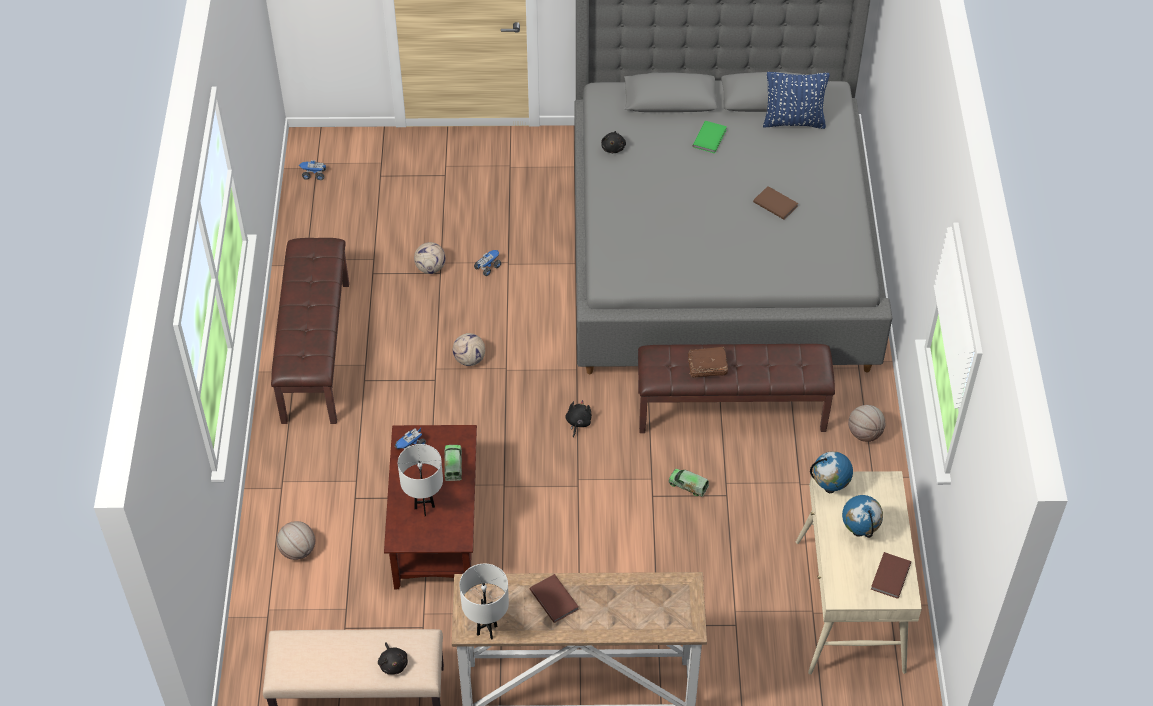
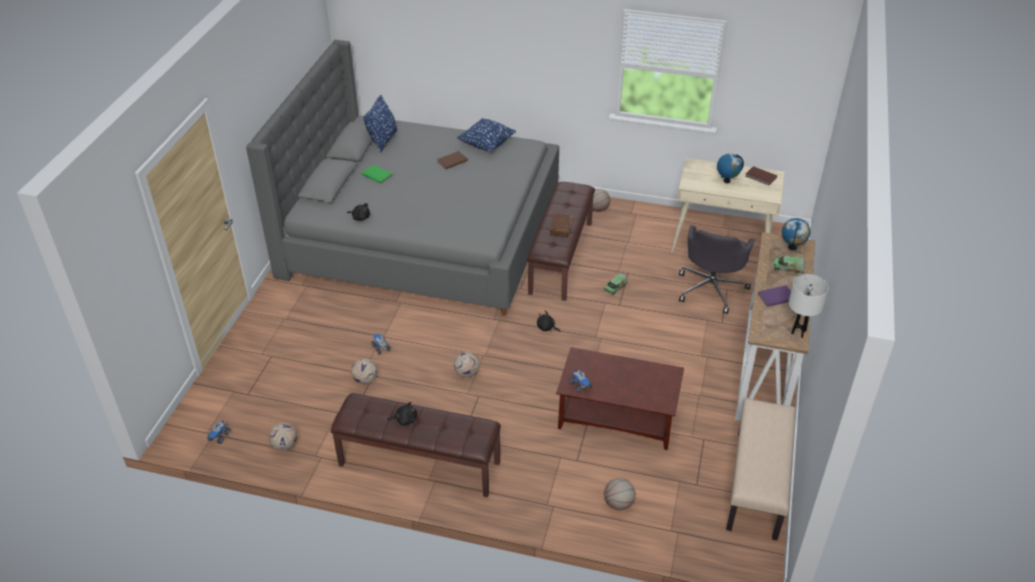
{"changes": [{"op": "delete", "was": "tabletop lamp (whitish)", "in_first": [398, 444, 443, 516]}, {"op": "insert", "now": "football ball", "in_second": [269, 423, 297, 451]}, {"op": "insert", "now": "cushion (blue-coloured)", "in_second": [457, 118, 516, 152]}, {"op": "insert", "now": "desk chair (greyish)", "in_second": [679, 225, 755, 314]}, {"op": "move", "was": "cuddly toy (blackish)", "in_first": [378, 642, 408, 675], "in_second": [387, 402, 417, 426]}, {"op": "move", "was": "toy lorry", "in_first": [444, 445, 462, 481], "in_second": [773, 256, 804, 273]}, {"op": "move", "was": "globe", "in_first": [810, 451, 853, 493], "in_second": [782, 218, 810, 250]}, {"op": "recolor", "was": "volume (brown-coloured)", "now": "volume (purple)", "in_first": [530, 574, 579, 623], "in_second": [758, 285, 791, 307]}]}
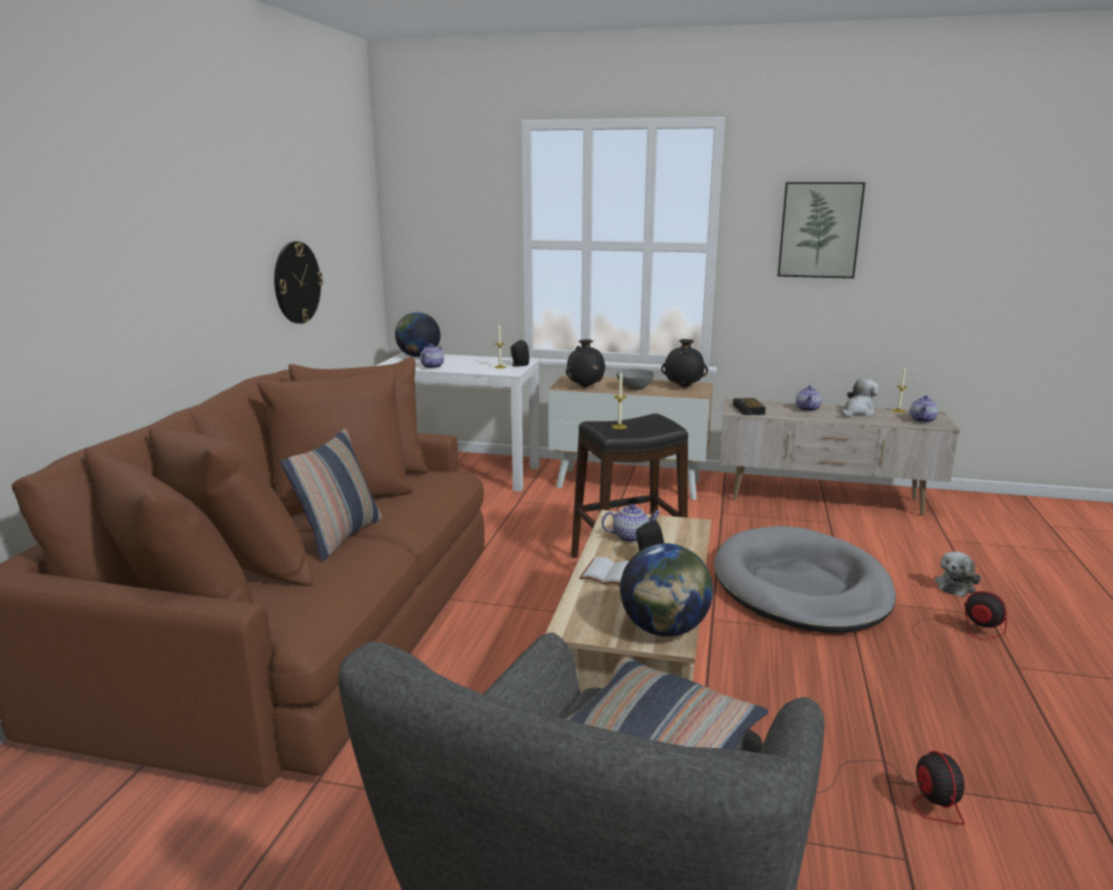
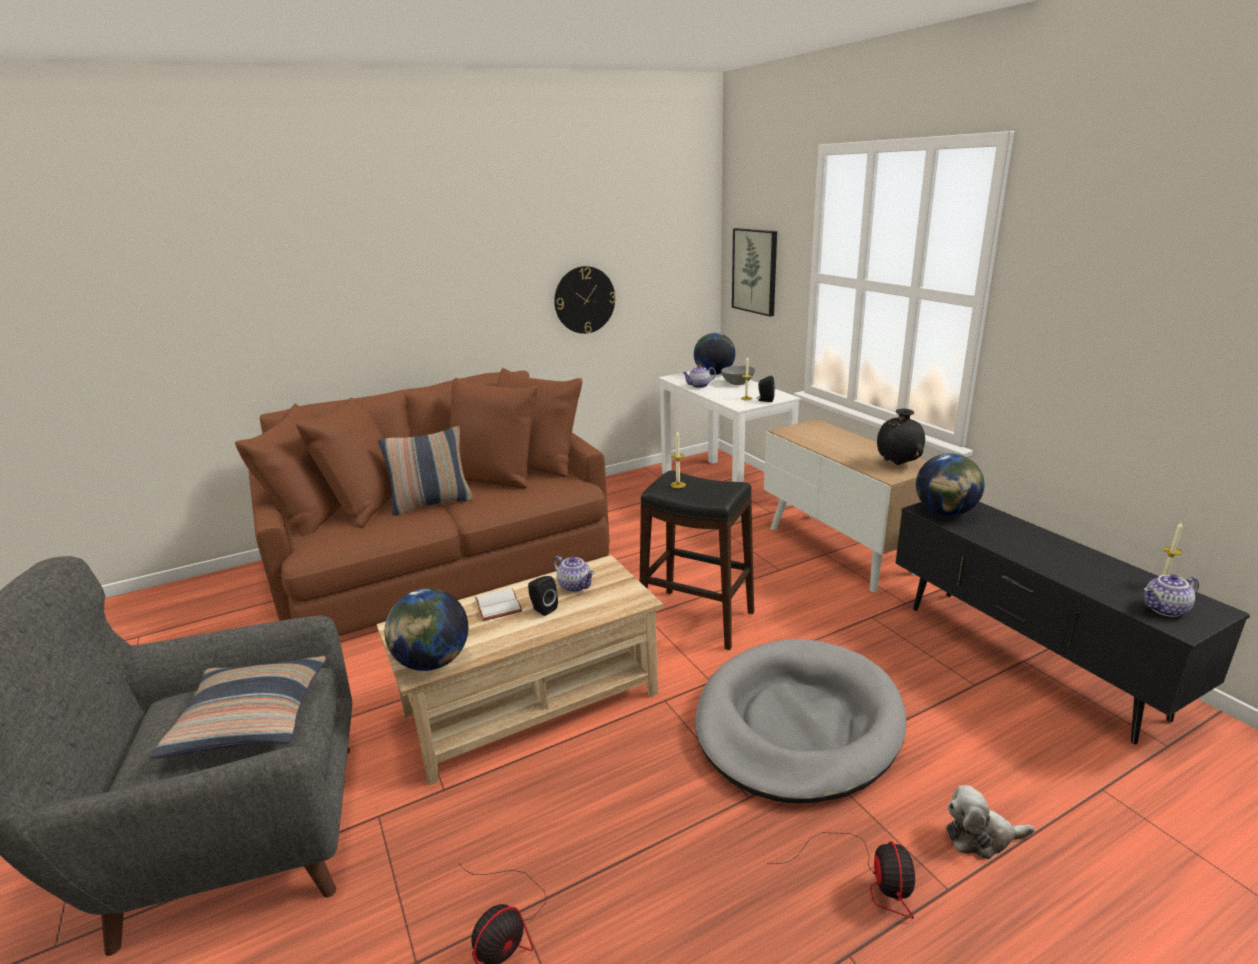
{"changes": [{"op": "delete", "was": "decorative vase (blackish)", "in_first": [566, 339, 606, 388]}, {"op": "delete", "was": "pot for tea", "in_first": [796, 386, 822, 412]}, {"op": "delete", "was": "cuddly toy", "in_first": [842, 379, 879, 417]}, {"op": "move", "was": "serving bowl (greyish)", "in_first": [616, 369, 654, 390], "in_second": [721, 366, 755, 385]}, {"op": "move", "was": "wall picture", "in_first": [778, 182, 865, 278], "in_second": [732, 228, 777, 316]}, {"op": "replace", "was": "table clock", "now": "globe", "in_first": [733, 398, 766, 415], "in_second": [916, 453, 984, 516]}, {"op": "recolor", "was": "tv stand (beige)", "now": "tv stand (blackish)", "in_first": [720, 399, 960, 516], "in_second": [895, 502, 1250, 744]}]}
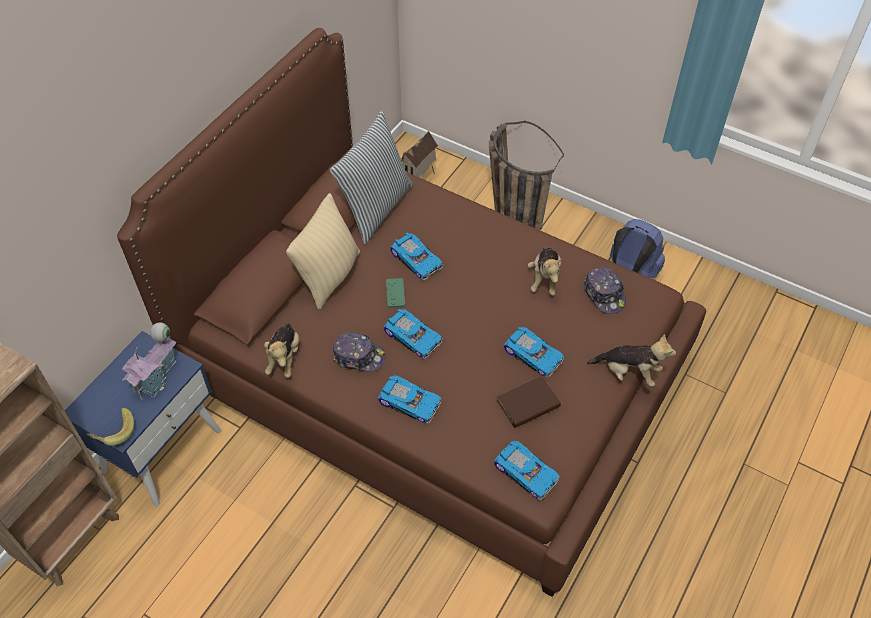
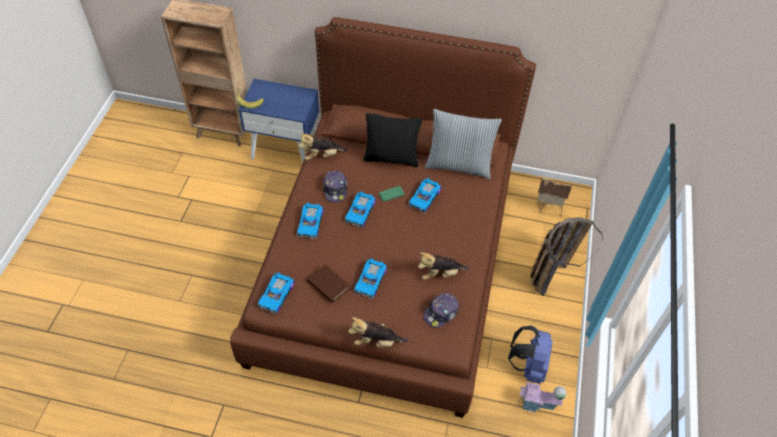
{"changes": [{"op": "move", "was": "miniature house", "in_first": [122, 322, 177, 400], "in_second": [518, 383, 566, 412]}, {"op": "recolor", "was": "cushion (beige)", "now": "cushion (blackish)", "in_first": [286, 193, 360, 310], "in_second": [363, 113, 422, 167]}, {"op": "rotate", "was": "cuddly toy", "in_first": [587, 334, 676, 387], "in_second": [348, 317, 408, 347], "clockwise": 90}]}
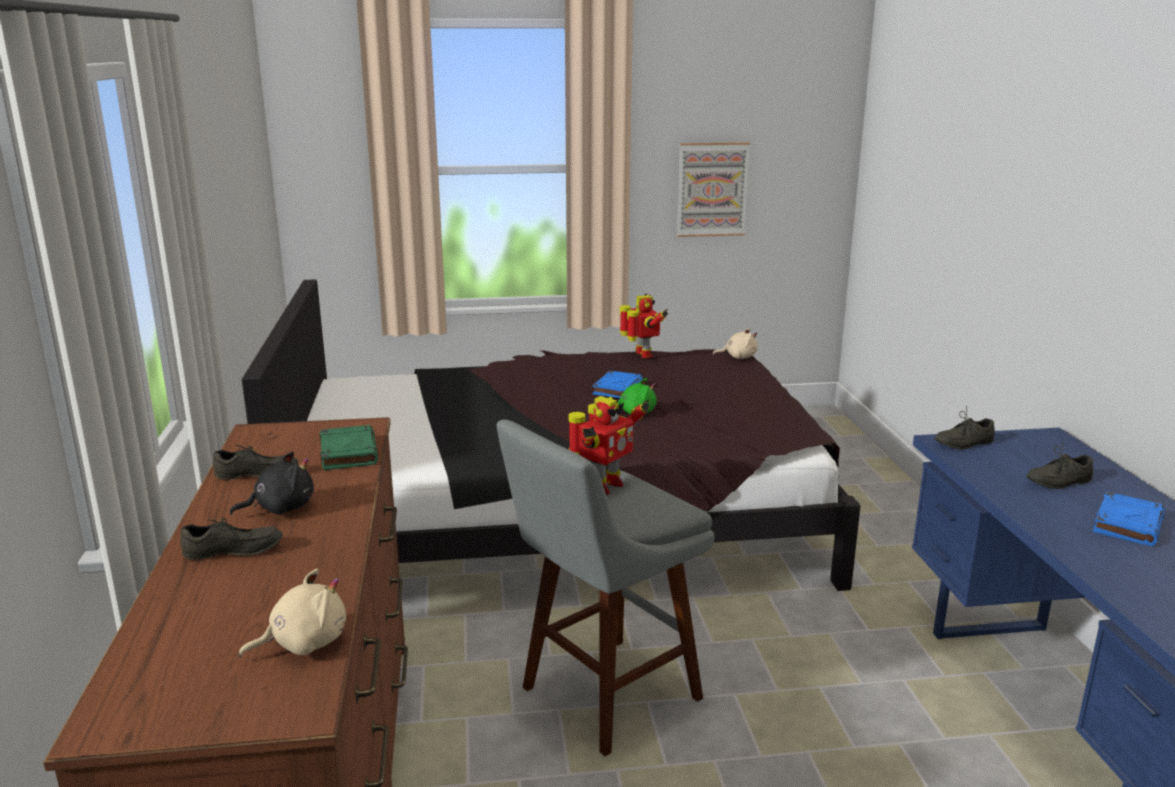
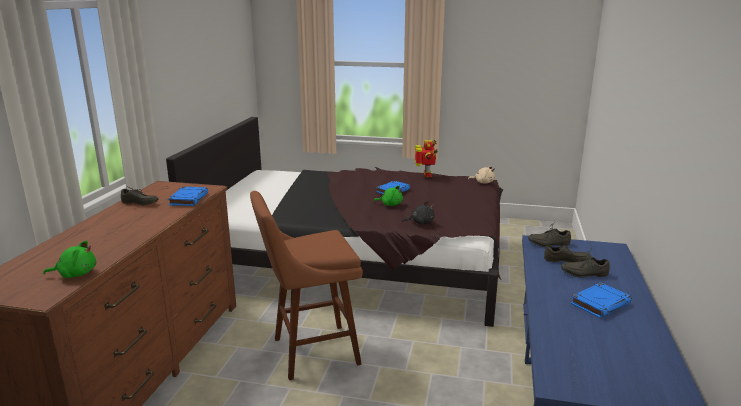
{"changes": [{"op": "delete", "was": "toy robot", "in_first": [568, 396, 650, 495]}, {"op": "delete", "was": "wall picture", "in_first": [677, 142, 750, 237]}, {"op": "move", "was": "shoe (greyish)", "in_first": [180, 518, 282, 560], "in_second": [544, 244, 591, 262]}, {"op": "move", "was": "cuddly toy (blackish)", "in_first": [230, 451, 314, 515], "in_second": [402, 201, 434, 225]}, {"op": "recolor", "was": "cuddly toy (beige)", "now": "cuddly toy (green-coloured)", "in_first": [239, 569, 346, 657], "in_second": [43, 240, 97, 278]}, {"op": "recolor", "was": "volume (green-coloured)", "now": "volume (blue-coloured)", "in_first": [320, 425, 378, 470], "in_second": [168, 187, 208, 206]}, {"op": "recolor", "was": "sitting stool (greyish)", "now": "sitting stool (brown-coloured)", "in_first": [497, 420, 715, 756], "in_second": [250, 191, 363, 380]}]}
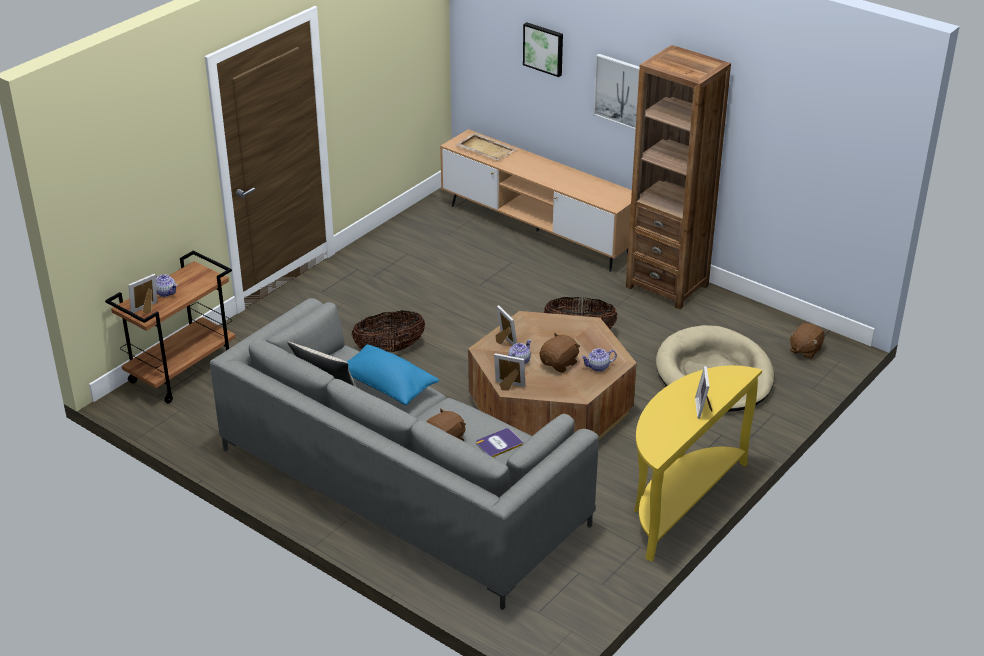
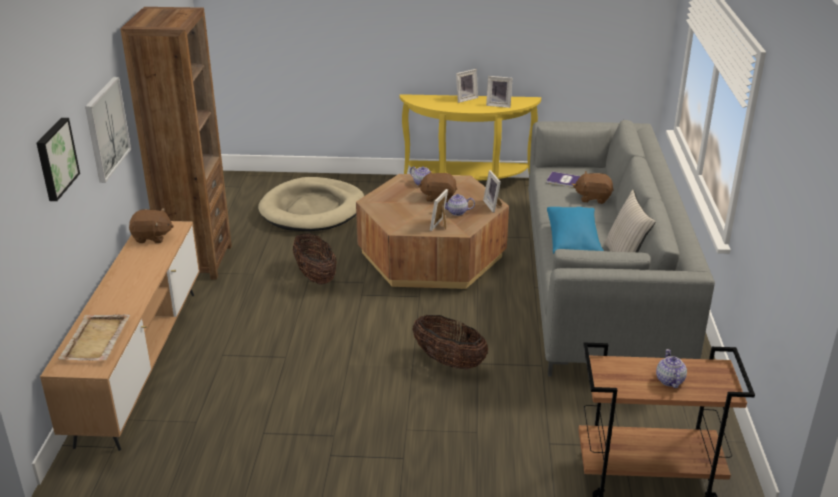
{"changes": [{"op": "move", "was": "photo frame", "in_first": [128, 274, 158, 315], "in_second": [486, 76, 513, 108]}, {"op": "move", "was": "cuddly toy (brown-coloured)", "in_first": [789, 323, 825, 359], "in_second": [129, 208, 174, 243]}]}
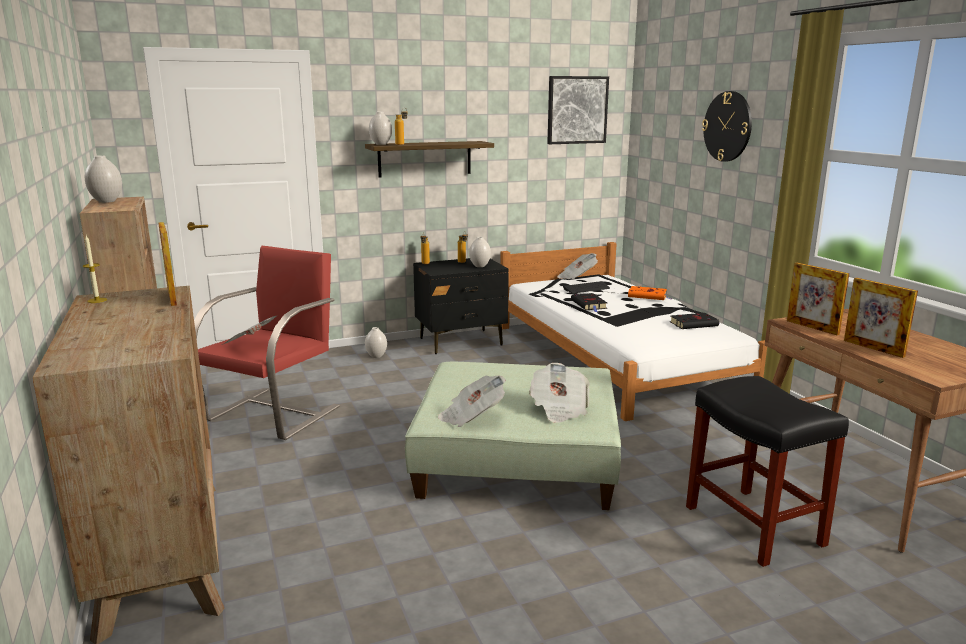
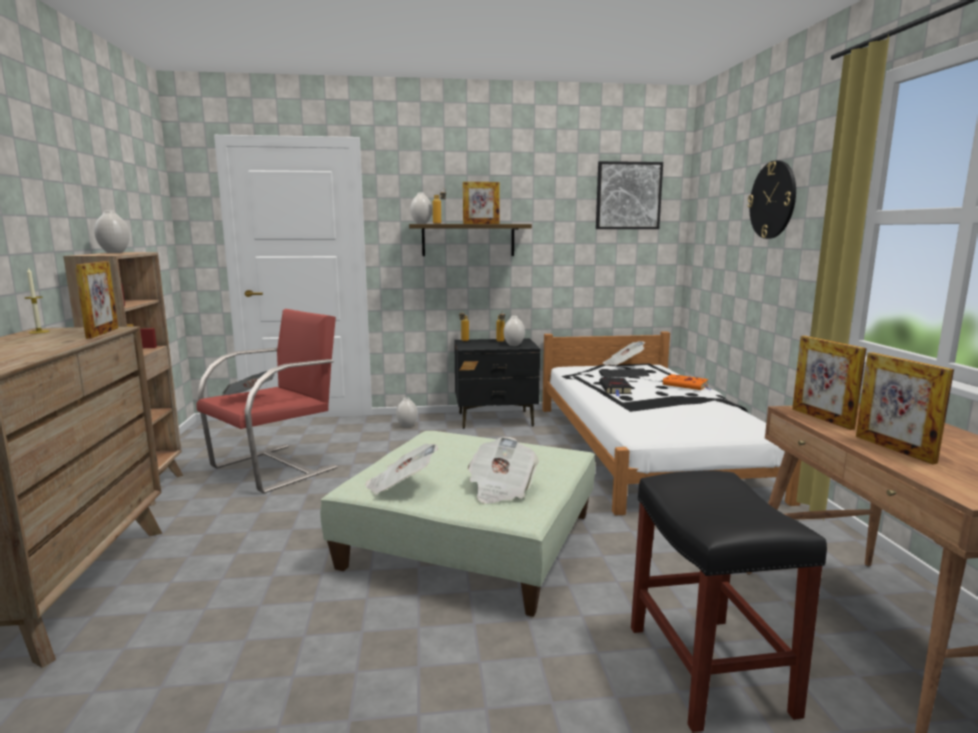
{"changes": [{"op": "delete", "was": "volume (blackish)", "in_first": [670, 313, 720, 329]}, {"op": "insert", "now": "photo frame", "in_second": [463, 182, 500, 224]}]}
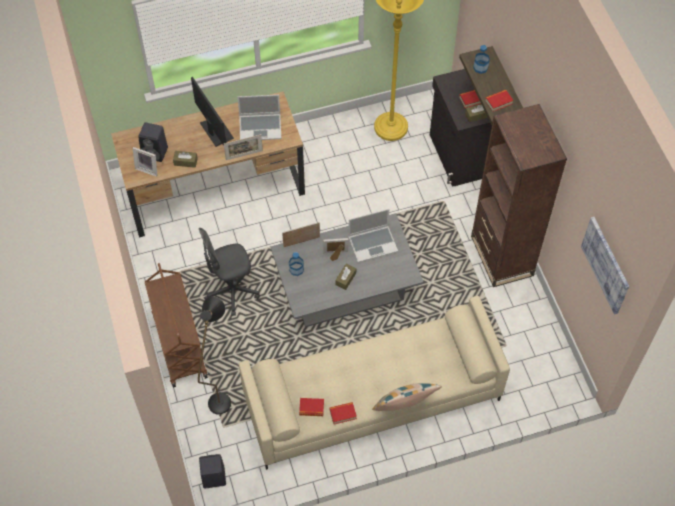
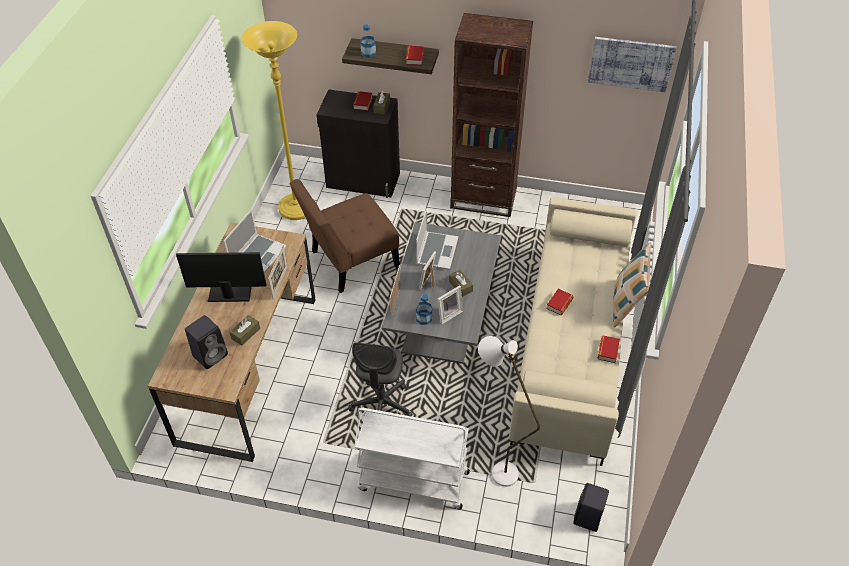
{"changes": [{"op": "insert", "now": "plain chair (brown-coloured)", "in_second": [289, 179, 400, 293]}, {"op": "move", "was": "photo frame", "in_first": [133, 147, 158, 177], "in_second": [438, 285, 463, 324]}, {"op": "move", "was": "volume", "in_first": [299, 398, 324, 416], "in_second": [546, 289, 573, 315]}, {"op": "recolor", "was": "cart (brown-coloured)", "now": "cart (whitish)", "in_first": [145, 263, 208, 388], "in_second": [354, 408, 470, 509]}, {"op": "recolor", "was": "standard lamp (blackish)", "now": "standard lamp (whitish)", "in_first": [198, 297, 231, 415], "in_second": [478, 336, 540, 487]}]}
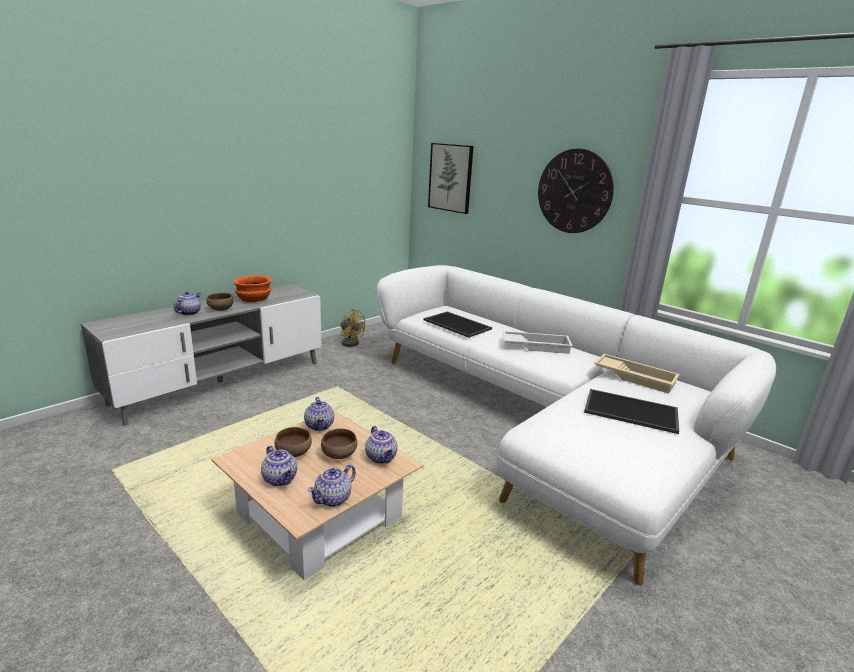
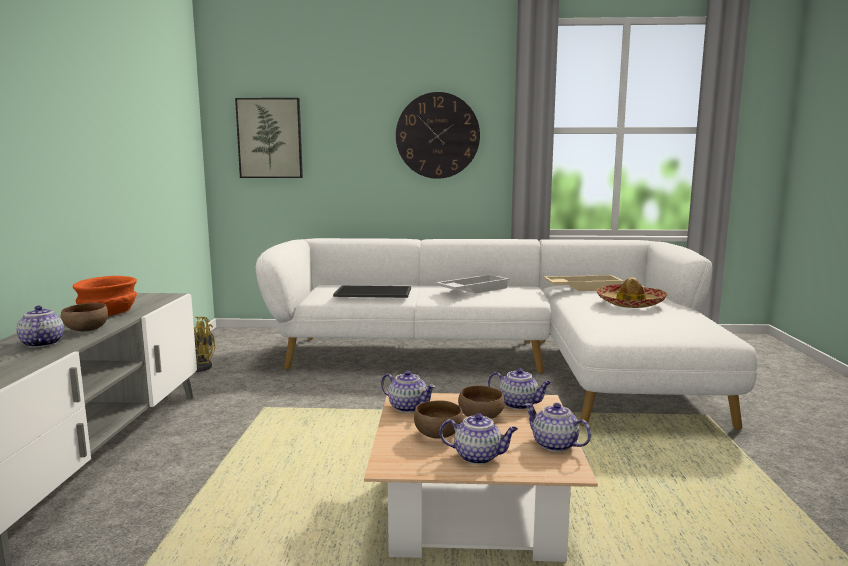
{"changes": [{"op": "replace", "was": "tray", "now": "clothing hat", "in_first": [584, 389, 679, 434], "in_second": [596, 277, 668, 308]}, {"op": "rotate", "was": "pot for tea", "in_first": [308, 465, 356, 507], "in_second": [524, 403, 591, 452], "clockwise": 135}]}
